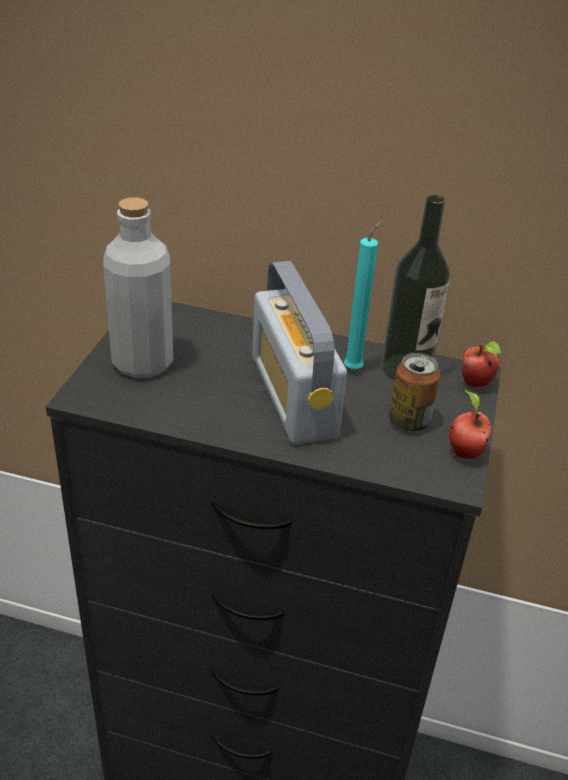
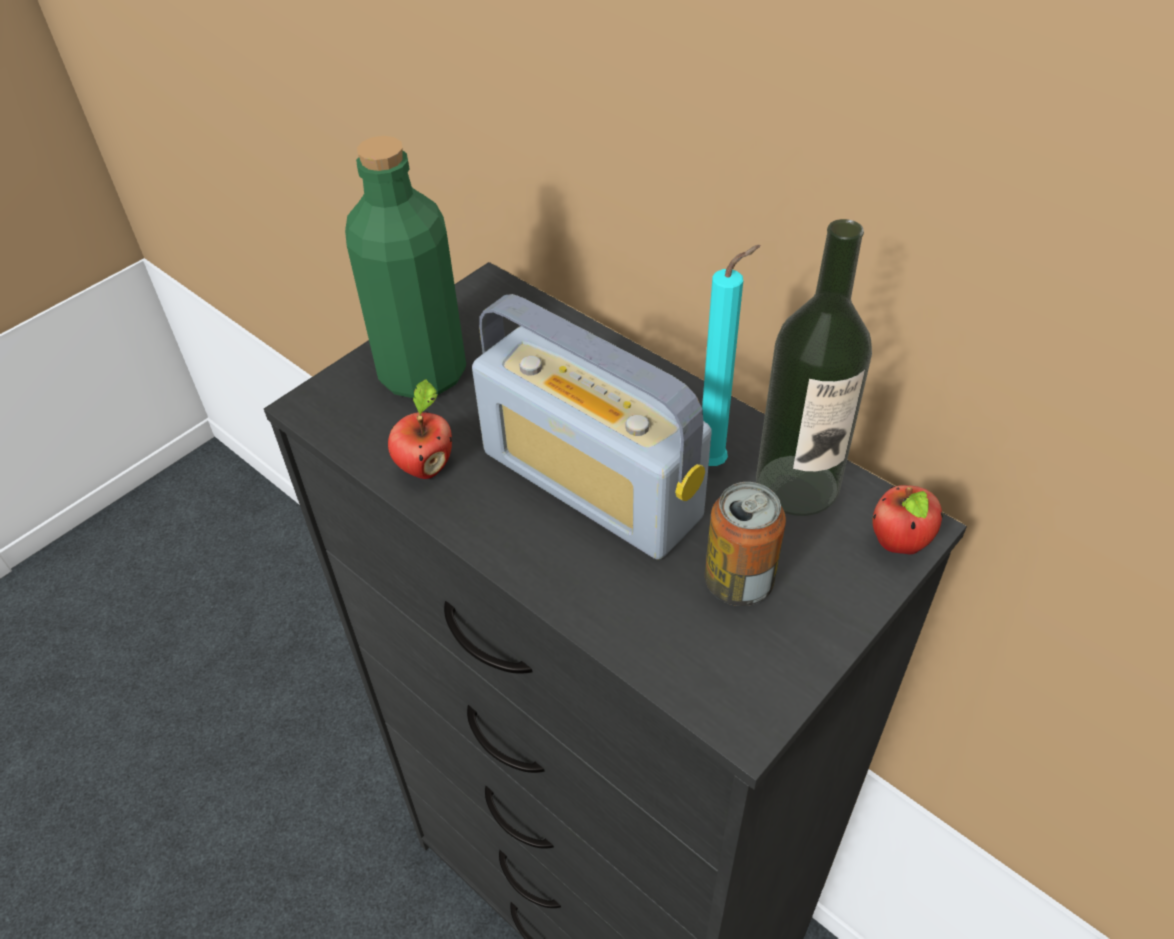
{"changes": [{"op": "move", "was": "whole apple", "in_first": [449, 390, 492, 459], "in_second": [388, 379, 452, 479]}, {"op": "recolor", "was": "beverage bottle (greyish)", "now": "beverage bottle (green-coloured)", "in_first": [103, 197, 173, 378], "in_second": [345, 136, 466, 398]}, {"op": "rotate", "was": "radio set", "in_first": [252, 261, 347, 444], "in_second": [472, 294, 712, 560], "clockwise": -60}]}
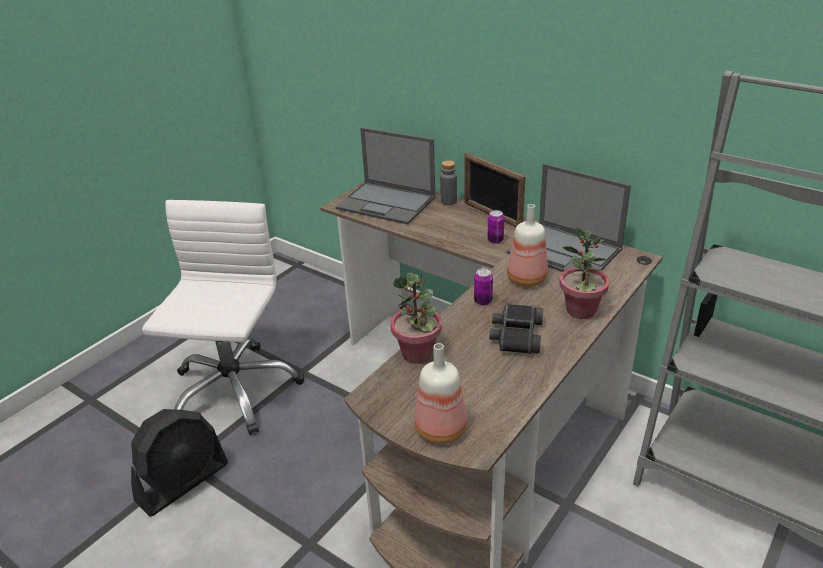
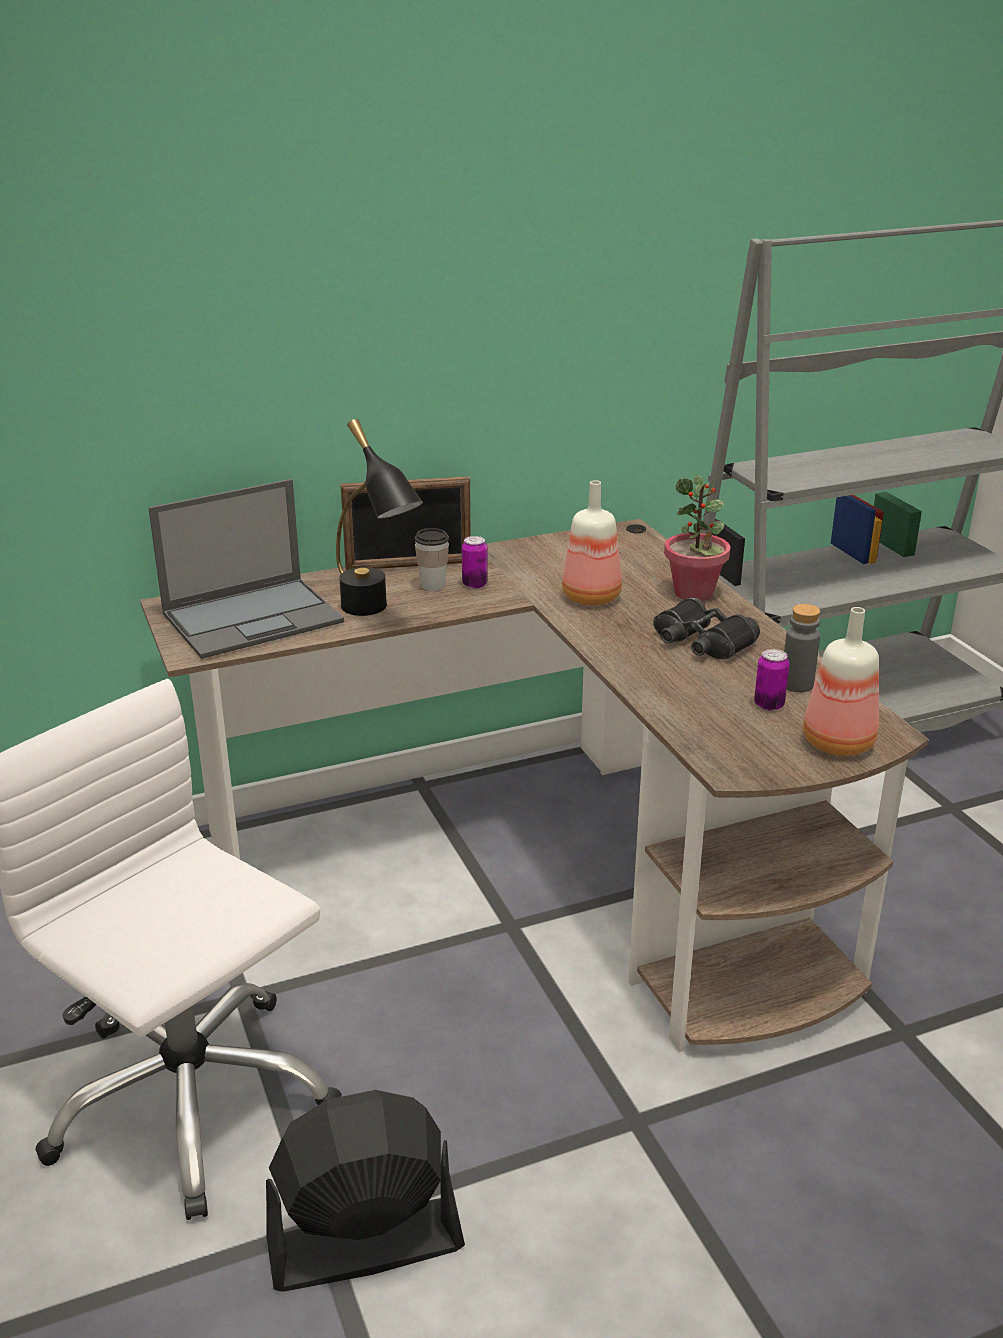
{"changes": [{"op": "delete", "was": "potted plant", "in_first": [390, 272, 442, 364]}, {"op": "delete", "was": "notebook computer", "in_first": [507, 163, 631, 272]}, {"op": "insert", "now": "tabletop lamp (blackish)", "in_second": [336, 419, 423, 616]}, {"op": "insert", "now": "cup", "in_second": [415, 528, 449, 592]}, {"op": "move", "was": "beverage bottle (greyish)", "in_first": [440, 160, 457, 205], "in_second": [784, 604, 820, 692]}, {"op": "move", "was": "metal can", "in_first": [474, 268, 493, 305], "in_second": [754, 649, 790, 711]}, {"op": "rotate", "was": "electric fan (blackish)", "in_first": [131, 409, 228, 516], "in_second": [266, 1090, 465, 1292], "clockwise": -90}]}
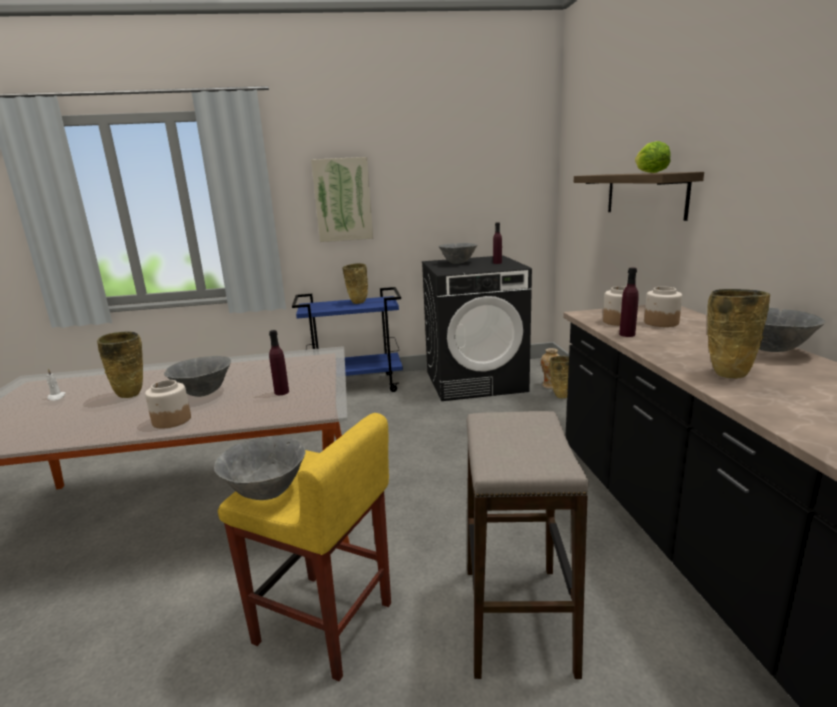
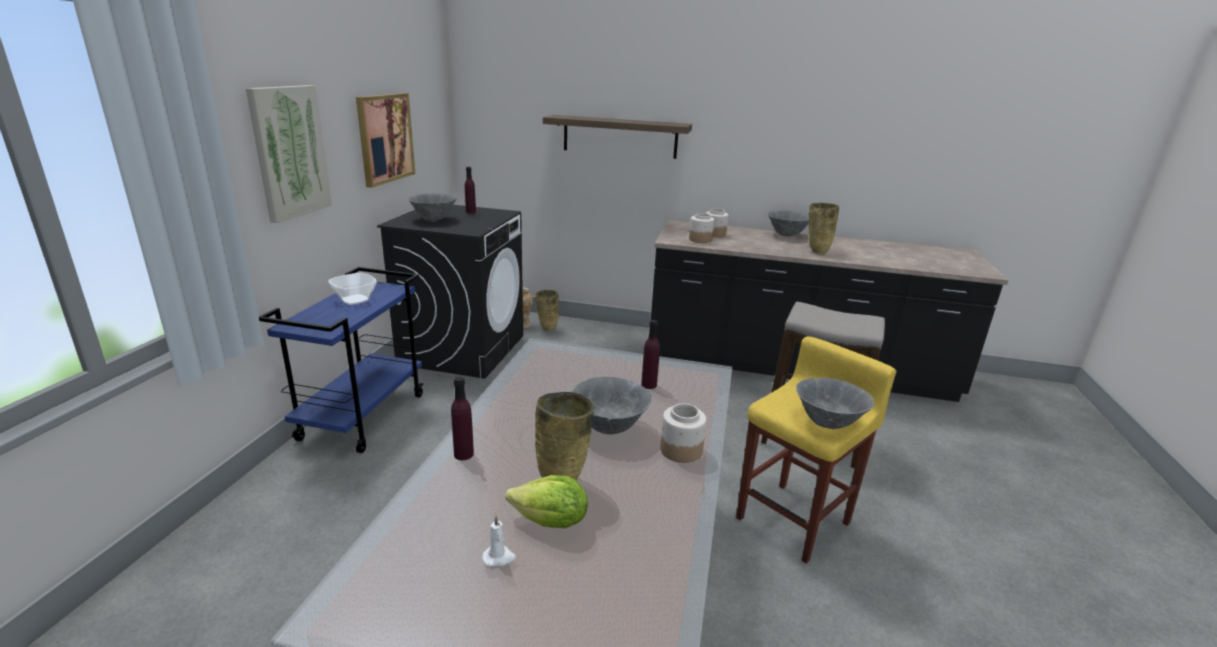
{"changes": [{"op": "insert", "now": "wall picture", "in_second": [356, 93, 415, 188]}, {"op": "move", "was": "beverage bottle (purple)", "in_first": [619, 268, 639, 337], "in_second": [451, 376, 474, 460]}, {"op": "move", "was": "head of lettuce", "in_first": [635, 141, 671, 173], "in_second": [506, 475, 588, 528]}, {"op": "replace", "was": "decorative vase (beige)", "now": "serving bowl", "in_first": [342, 263, 368, 304], "in_second": [329, 273, 377, 305]}]}
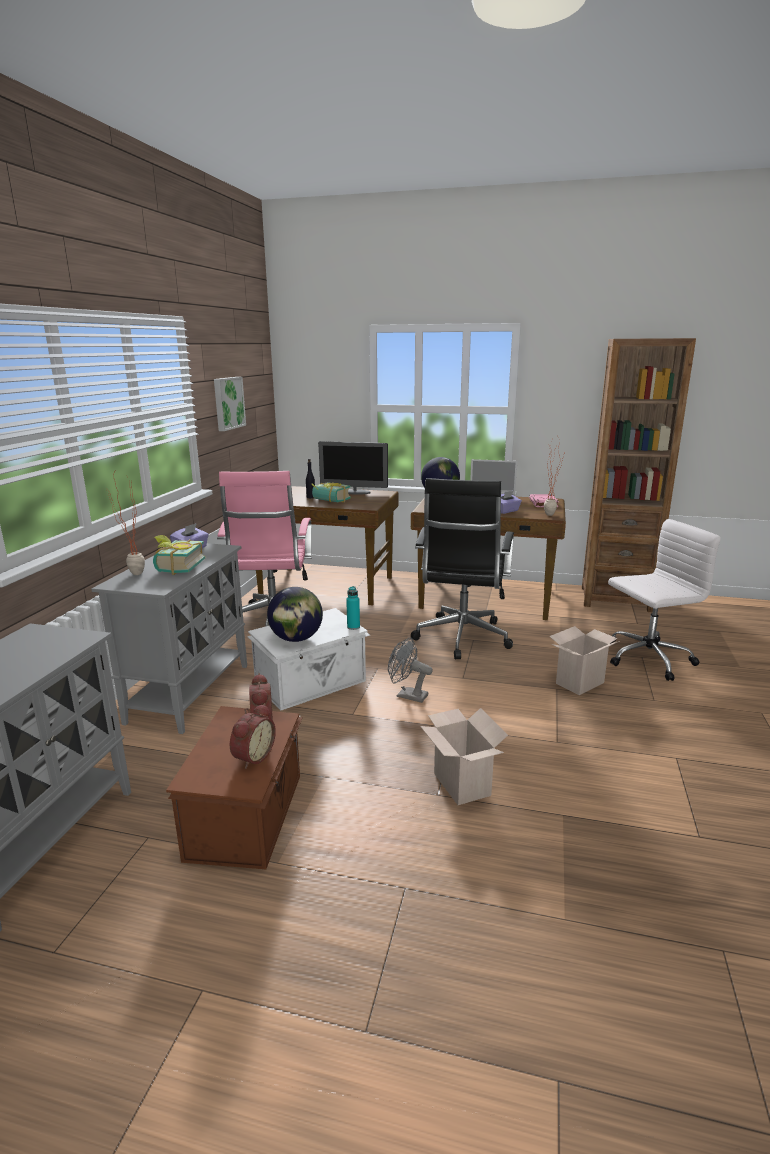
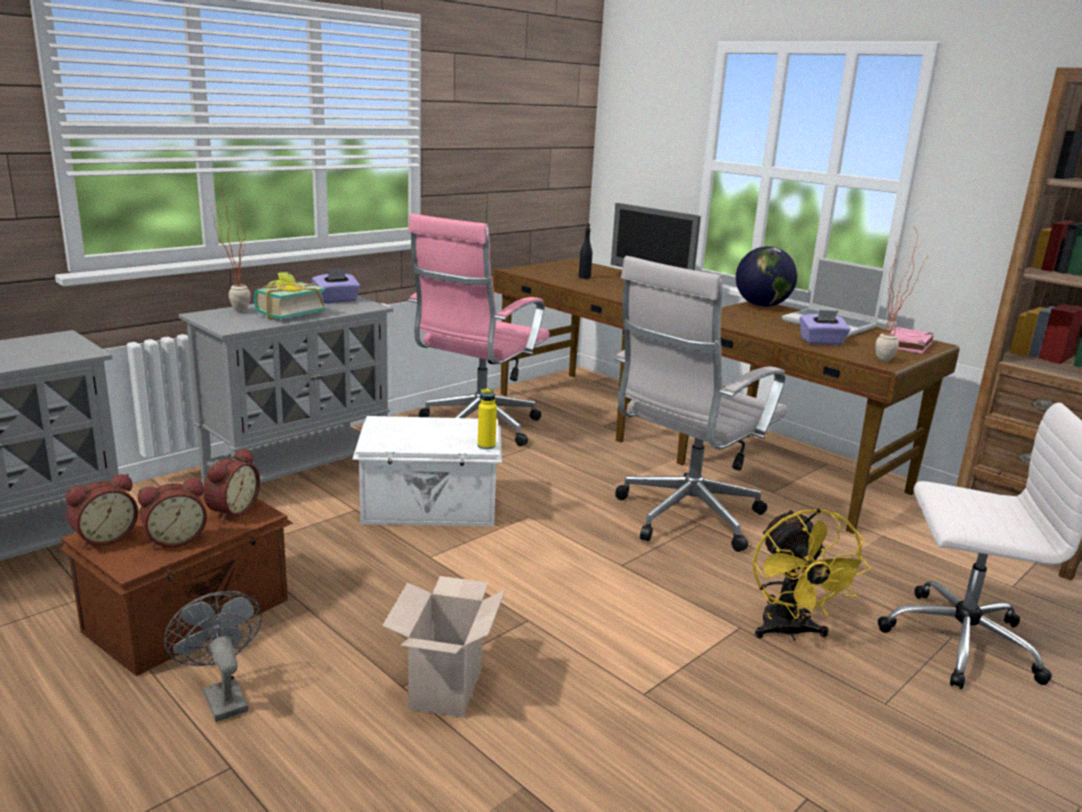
{"changes": [{"op": "delete", "was": "wall picture", "in_first": [214, 377, 246, 431]}, {"op": "delete", "was": "globe", "in_first": [267, 587, 323, 642]}, {"op": "delete", "was": "volume", "in_first": [312, 482, 351, 502]}, {"op": "insert", "now": "table clock", "in_second": [66, 473, 138, 548]}, {"op": "move", "was": "electric fan (greyish)", "in_first": [388, 637, 433, 703], "in_second": [164, 591, 262, 722]}, {"op": "replace", "was": "packing box", "now": "electric fan (yellowish)", "in_first": [549, 626, 620, 695], "in_second": [753, 508, 871, 641]}, {"op": "recolor", "was": "beverage bottle (turquoise)", "now": "beverage bottle (yellowish)", "in_first": [346, 586, 360, 630], "in_second": [478, 388, 497, 449]}, {"op": "recolor", "was": "desk chair (blackish)", "now": "desk chair (whitish)", "in_first": [411, 478, 514, 660], "in_second": [614, 256, 788, 552]}]}
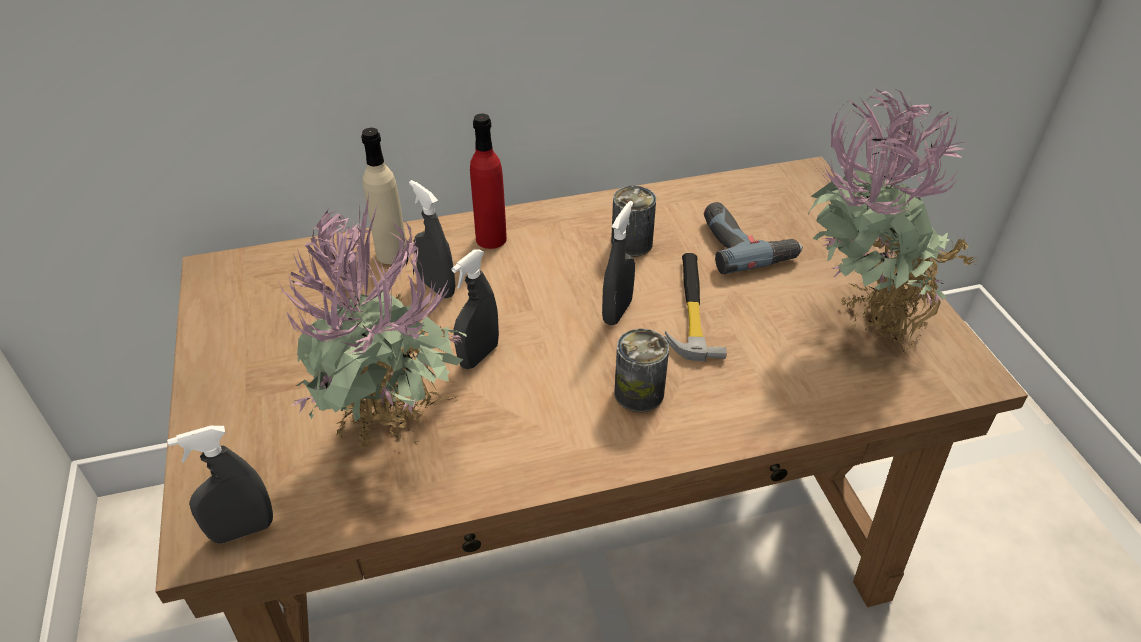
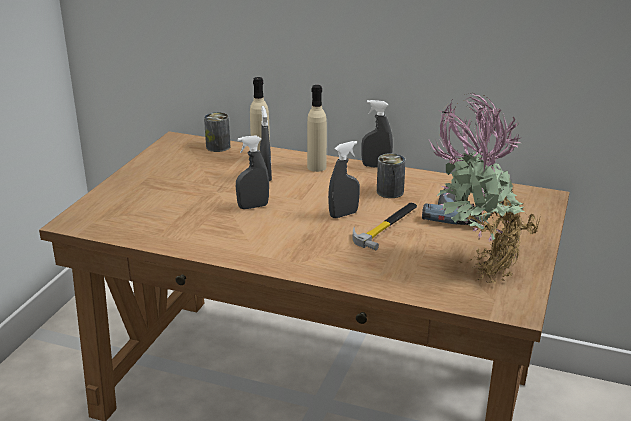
{"changes": [{"op": "delete", "was": "potted plant", "in_first": [278, 194, 466, 450]}, {"op": "move", "was": "sprayer (greyish)", "in_first": [167, 426, 273, 544], "in_second": [362, 100, 393, 168]}, {"op": "move", "was": "metal can", "in_first": [614, 329, 669, 412], "in_second": [204, 112, 230, 152]}, {"op": "recolor", "was": "beverage bottle (red)", "now": "beverage bottle (beige)", "in_first": [470, 114, 507, 249], "in_second": [307, 85, 327, 172]}]}
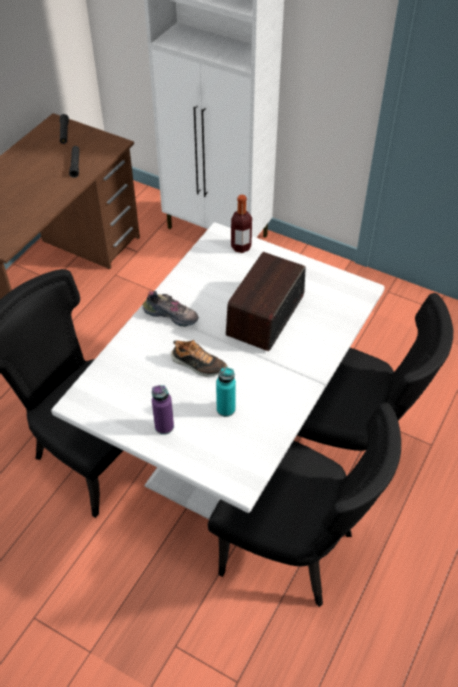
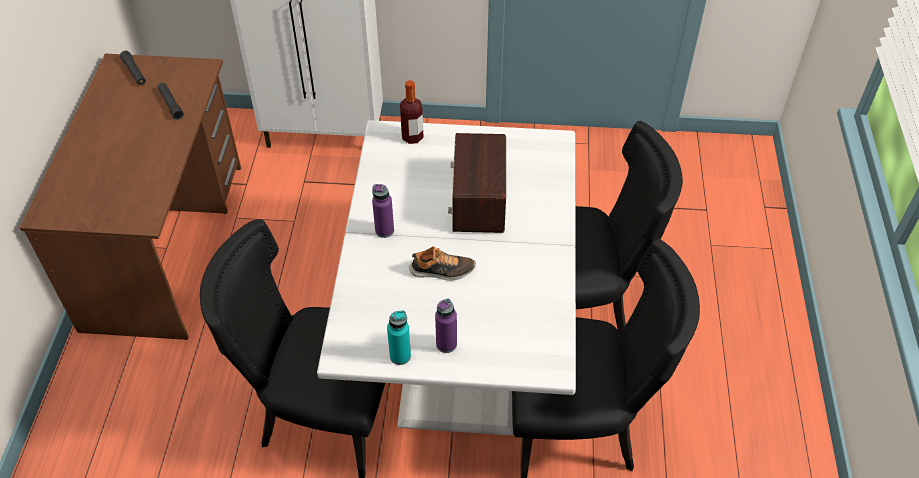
{"changes": [{"op": "move", "was": "beverage bottle (turquoise)", "in_first": [216, 367, 236, 417], "in_second": [387, 310, 411, 365]}, {"op": "replace", "was": "shoe", "now": "beverage bottle (purple)", "in_first": [143, 291, 199, 327], "in_second": [372, 184, 394, 238]}]}
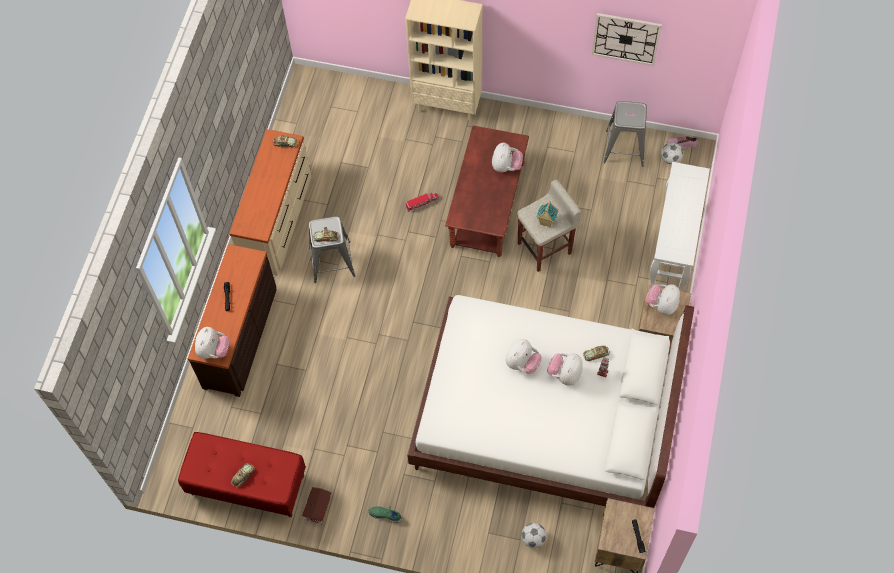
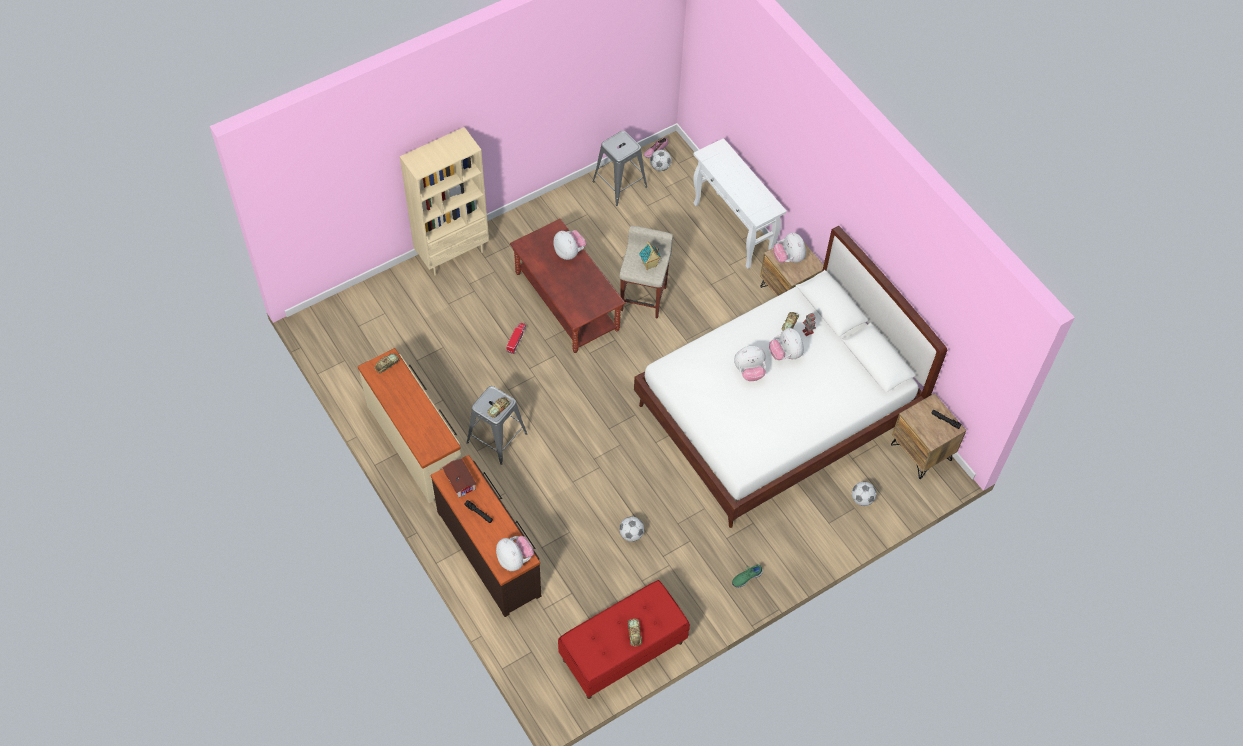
{"changes": [{"op": "delete", "was": "wall clock", "in_first": [592, 13, 662, 66]}, {"op": "insert", "now": "football ball", "in_second": [619, 516, 644, 542]}, {"op": "move", "was": "miniature house", "in_first": [302, 487, 332, 524], "in_second": [442, 458, 476, 497]}, {"op": "rotate", "was": "cuddly toy", "in_first": [506, 339, 542, 374], "in_second": [734, 346, 766, 381], "clockwise": 90}]}
